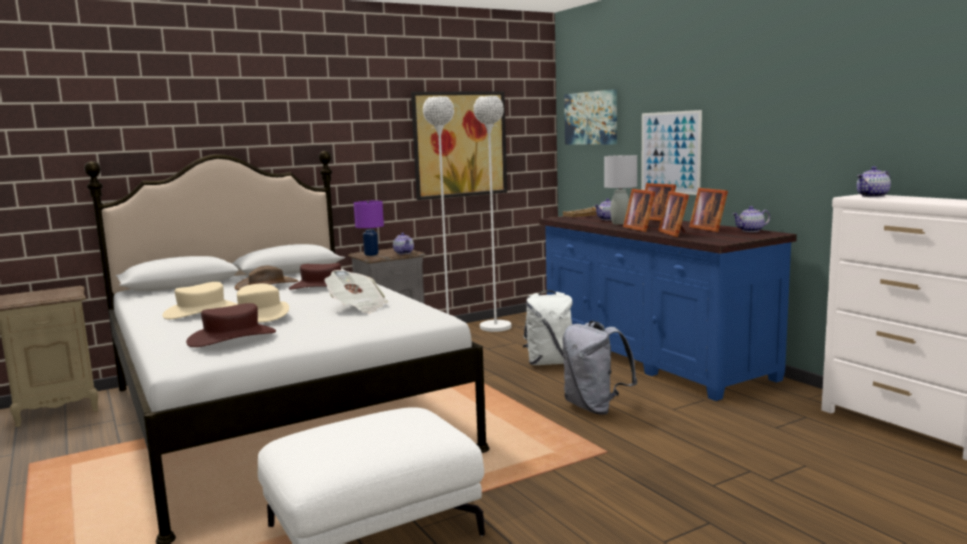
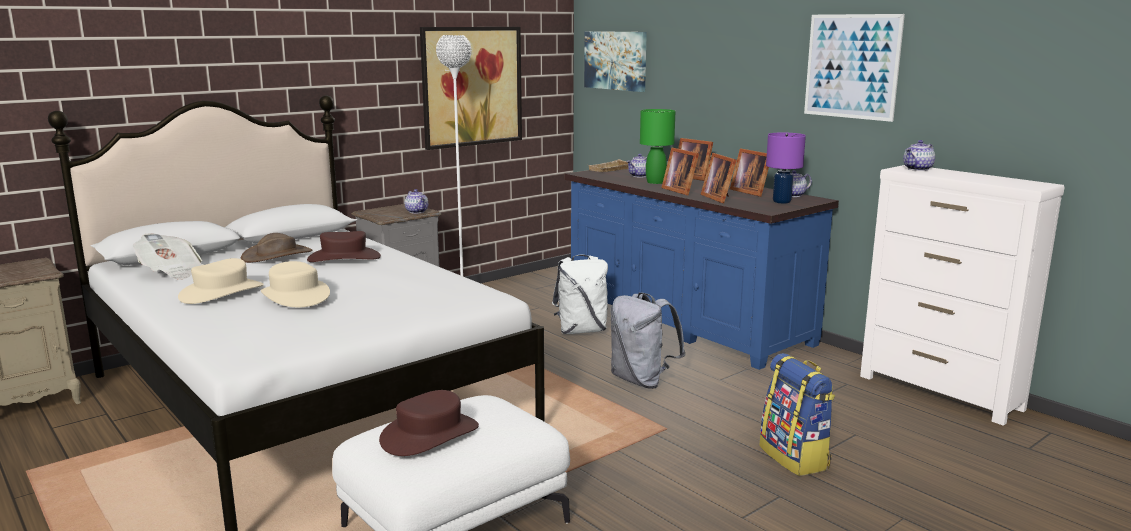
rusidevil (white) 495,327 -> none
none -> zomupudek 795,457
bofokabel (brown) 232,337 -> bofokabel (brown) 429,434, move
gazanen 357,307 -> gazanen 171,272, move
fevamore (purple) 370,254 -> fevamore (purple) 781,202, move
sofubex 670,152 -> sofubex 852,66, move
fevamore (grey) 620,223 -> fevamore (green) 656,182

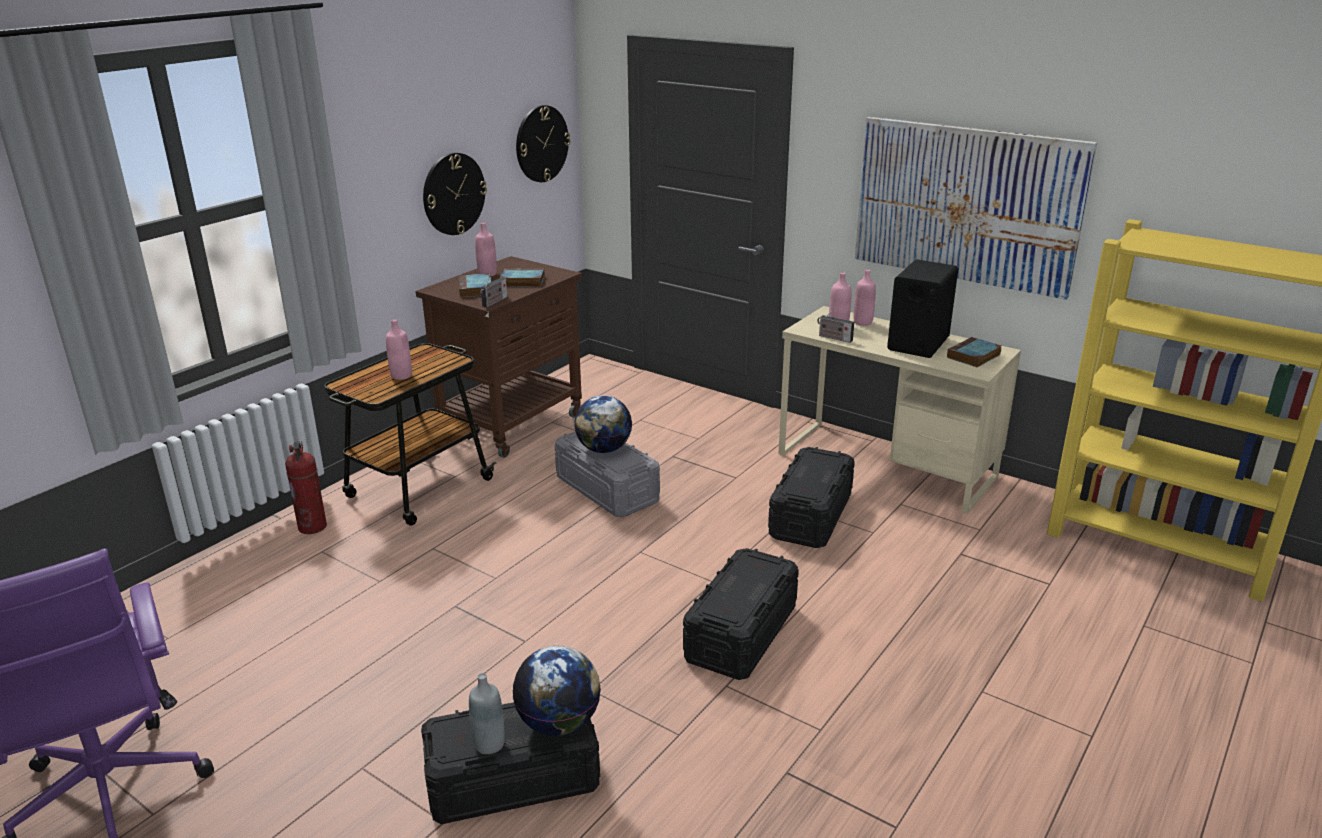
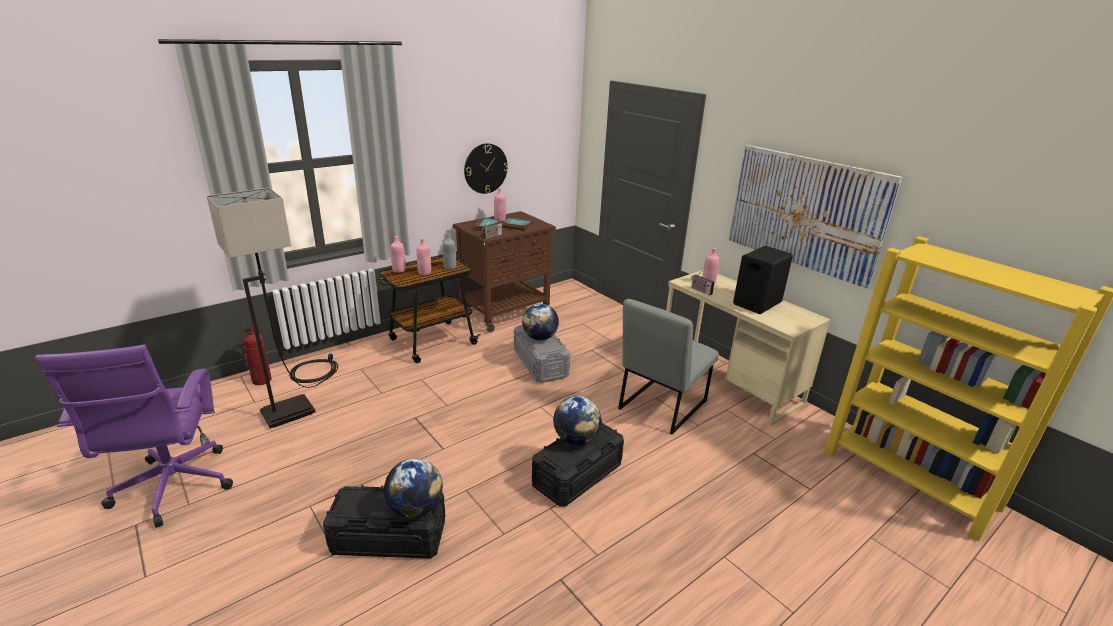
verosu 541,144 -> none
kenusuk 973,356 -> none
none -> rusidevil 304,389
none -> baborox 576,439
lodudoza 313,527 -> lodudoza 262,380, move
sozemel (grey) 489,744 -> sozemel (grey) 450,267, move
sozemel (pink) 862,322 -> sozemel (pink) 399,270, move
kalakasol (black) 810,516 -> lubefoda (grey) 661,405

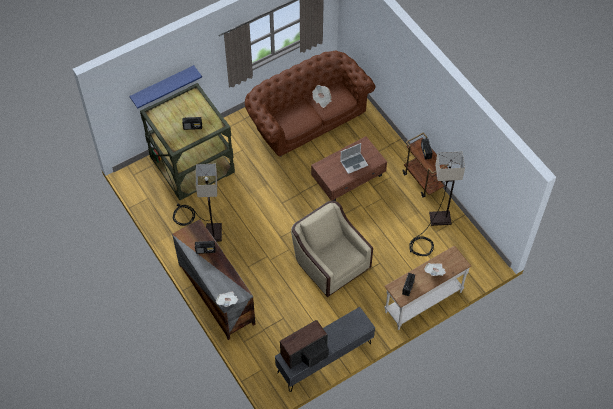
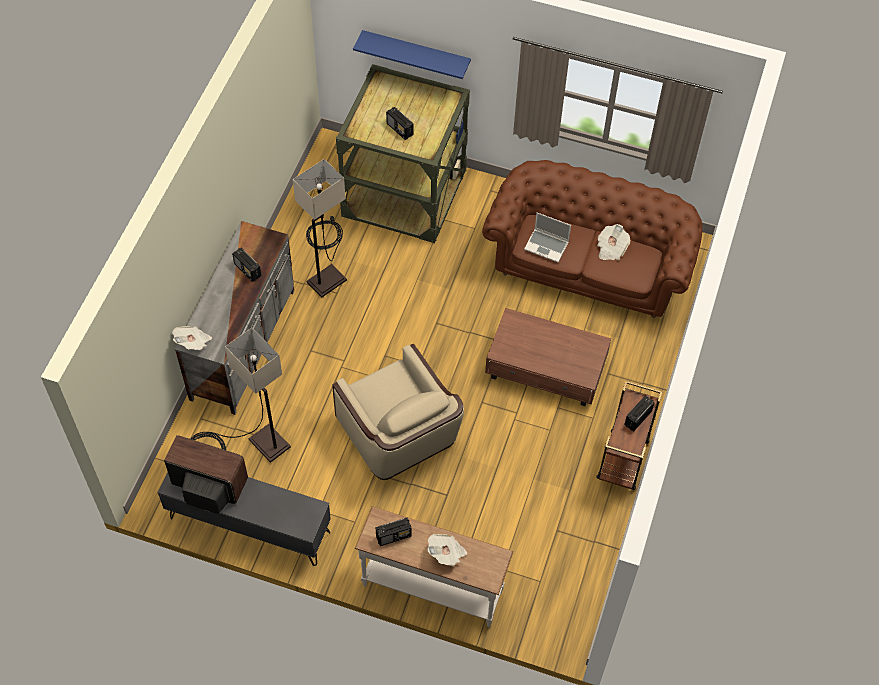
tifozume 354,163 -> tifozume 547,246, move
rusidevil 429,233 -> rusidevil 235,446, move
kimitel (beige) 330,260 -> kimitel (beige) 399,434, 135 degrees clockwise

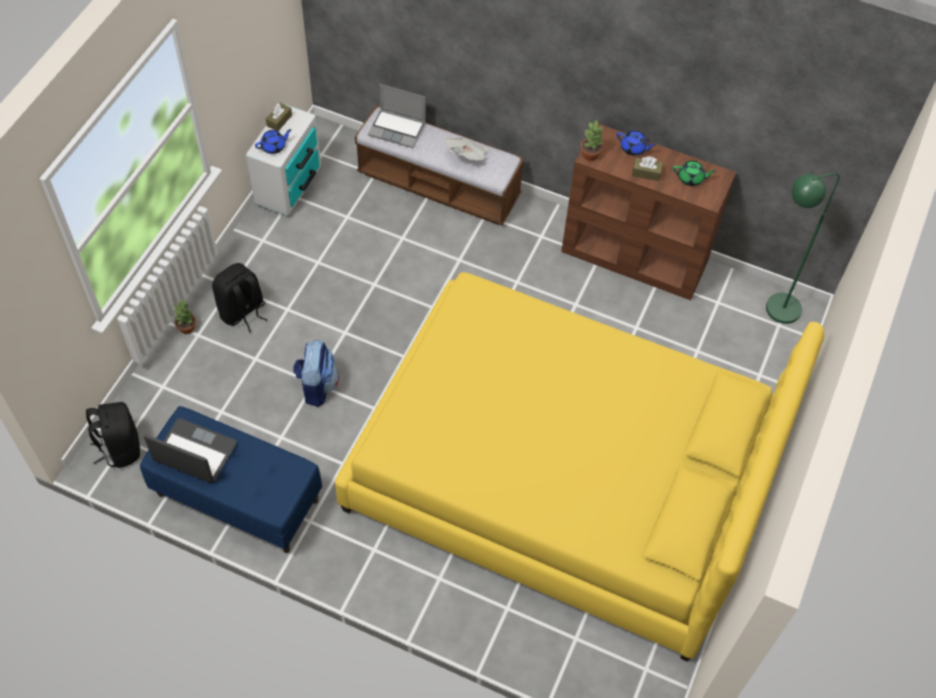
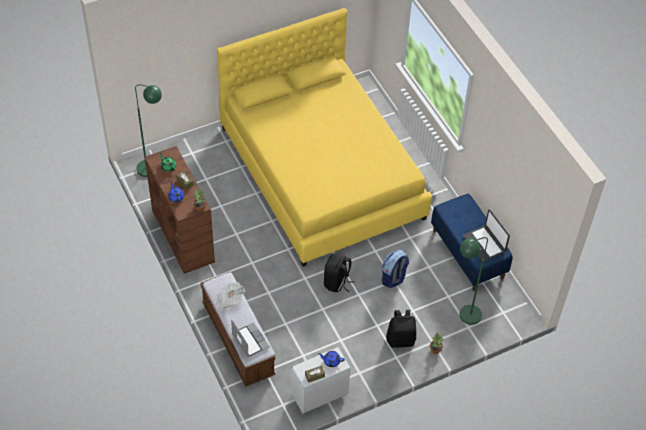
none -> rusidevil (green) 464,318
zomupudek (black) 120,447 -> zomupudek (black) 337,282, move

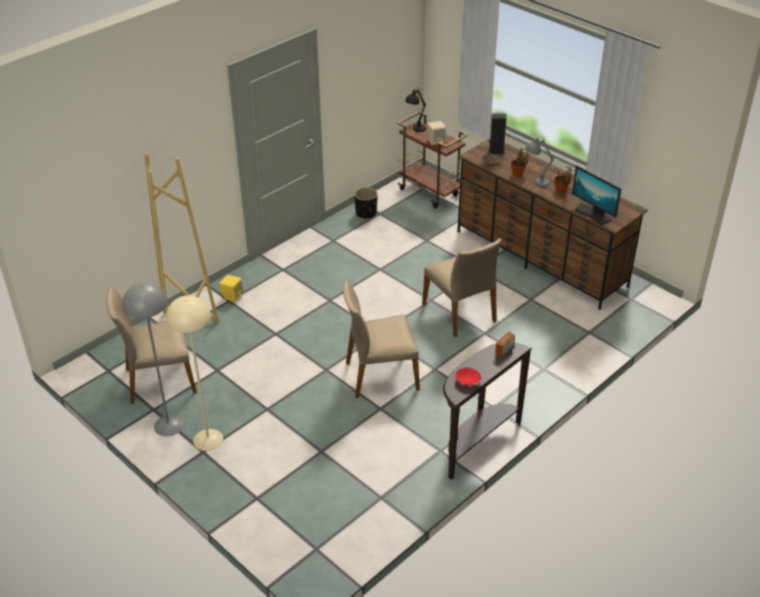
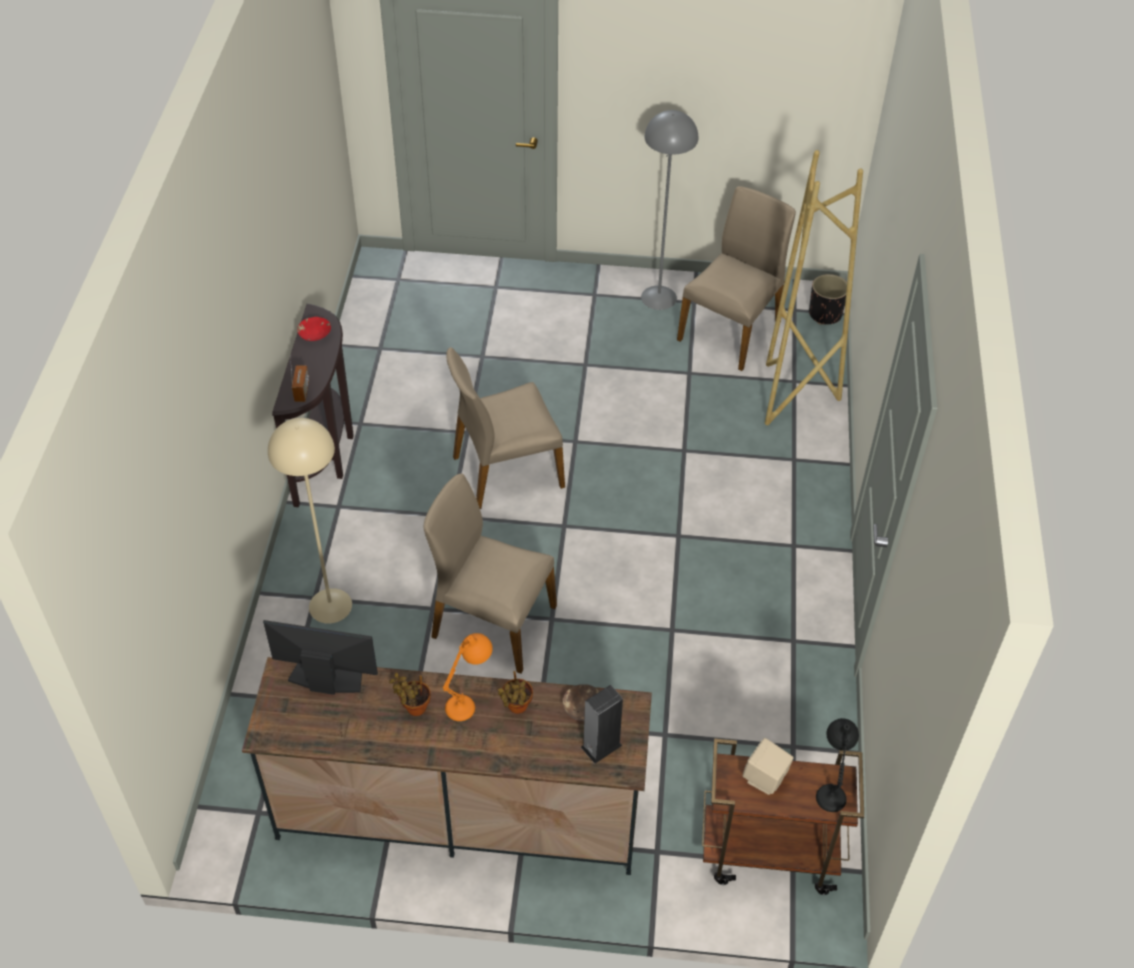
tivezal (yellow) 232,296 -> none
rusidevil (beige) 208,439 -> rusidevil (beige) 330,606, move
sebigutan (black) 366,213 -> sebigutan (black) 824,314, move
fevamore (grey) 535,183 -> fevamore (orange) 470,701
lubefoda (beige) 380,375 -> lubefoda (beige) 506,471, 150 degrees counterclockwise

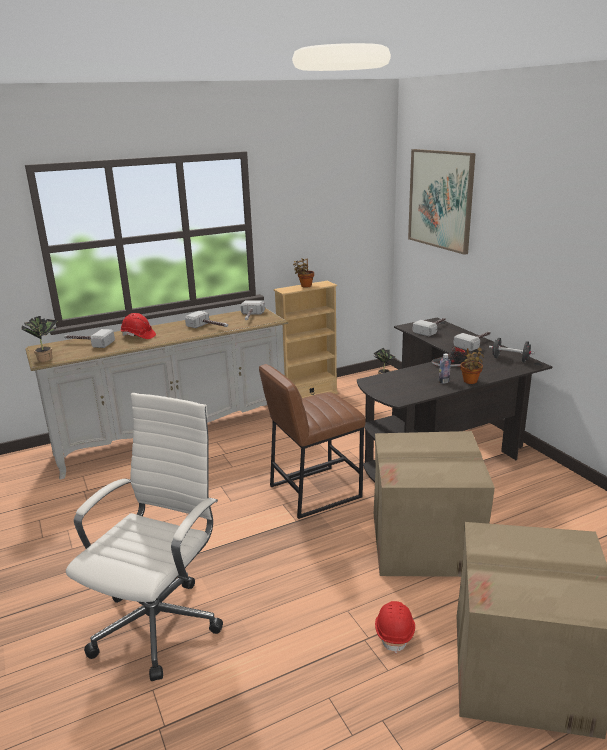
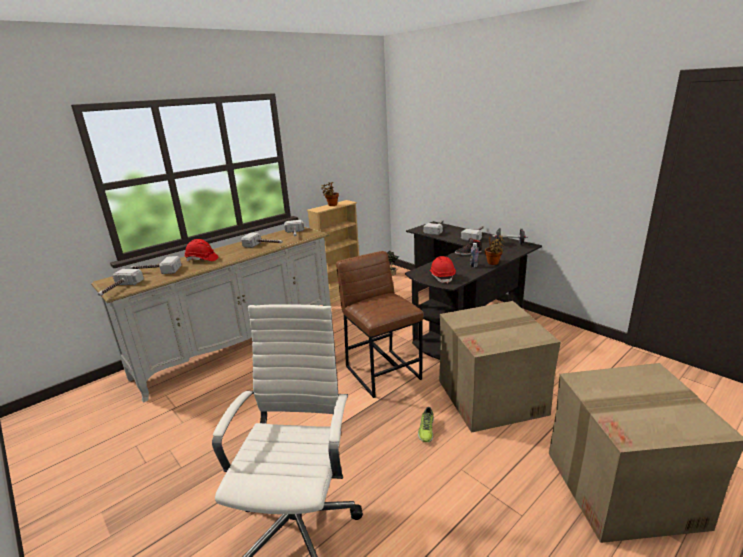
sofubex 440,199 -> none
none -> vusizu 426,430
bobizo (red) 395,632 -> bobizo (red) 442,277, move
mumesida 46,358 -> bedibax 118,289
lubefoda (brown) 313,492 -> lubefoda (brown) 382,372, 105 degrees clockwise

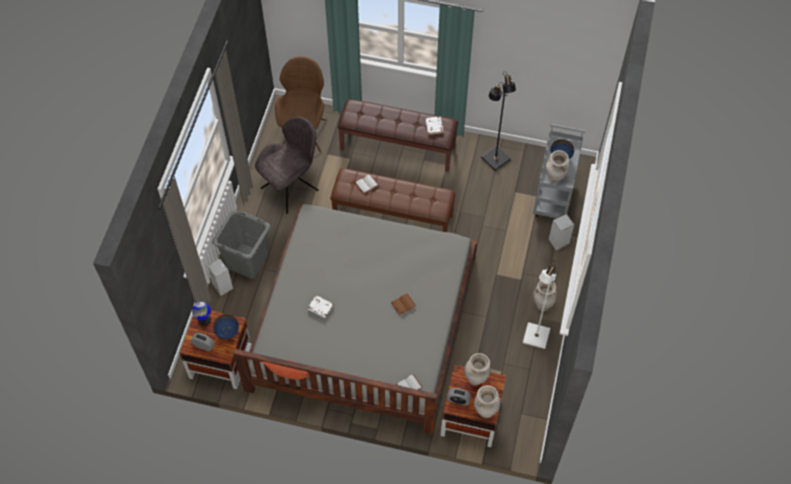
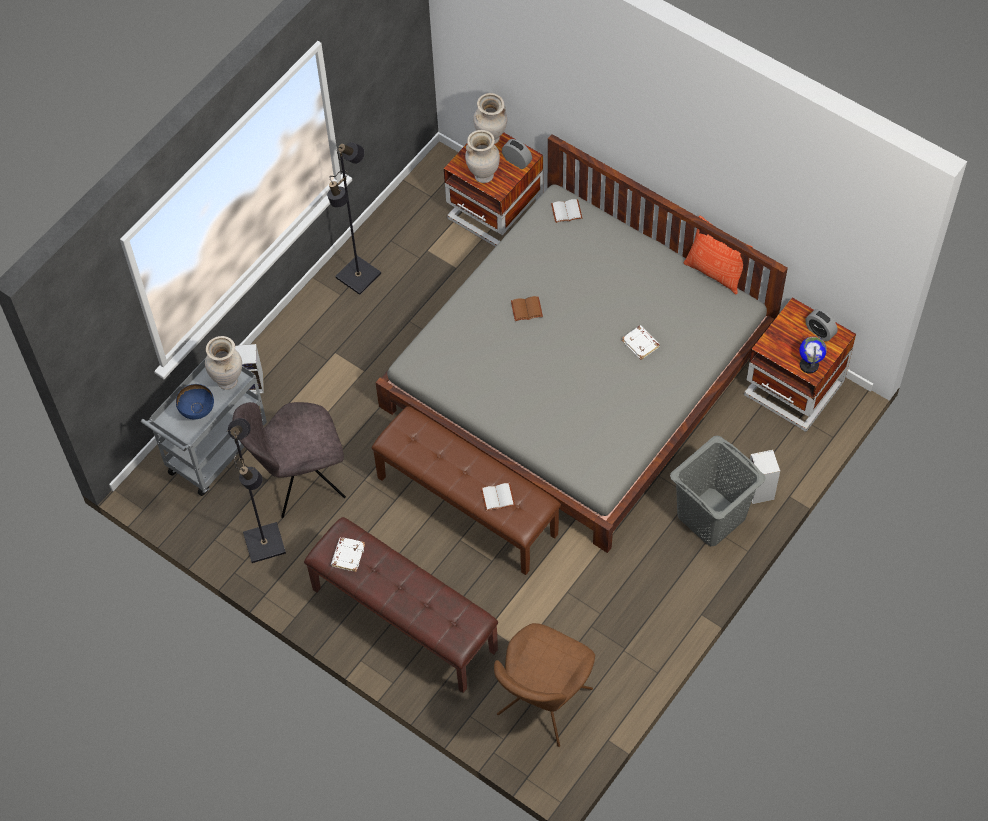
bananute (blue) 227,332 -> none
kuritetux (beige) 542,305 -> none
lubefoda (grey) 291,188 -> lubefoda (grey) 300,481, move
rusidevil (white) 536,336 -> rusidevil (black) 358,276

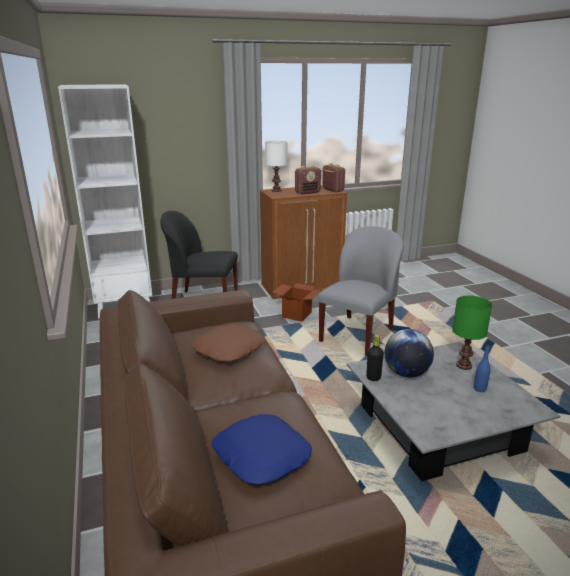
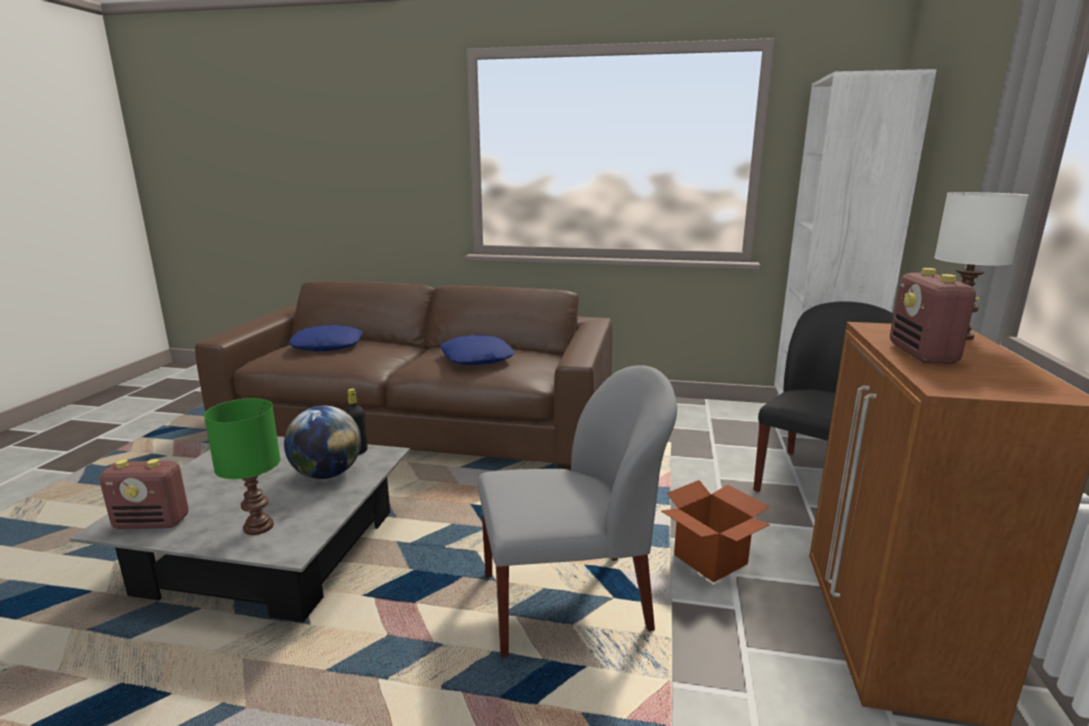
sozemel (blue) 479,389 -> none
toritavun 332,190 -> toritavun 153,522, move
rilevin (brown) 229,349 -> rilevin (blue) 477,358
lubefoda (grey) 358,335 -> lubefoda (grey) 569,601, 75 degrees counterclockwise

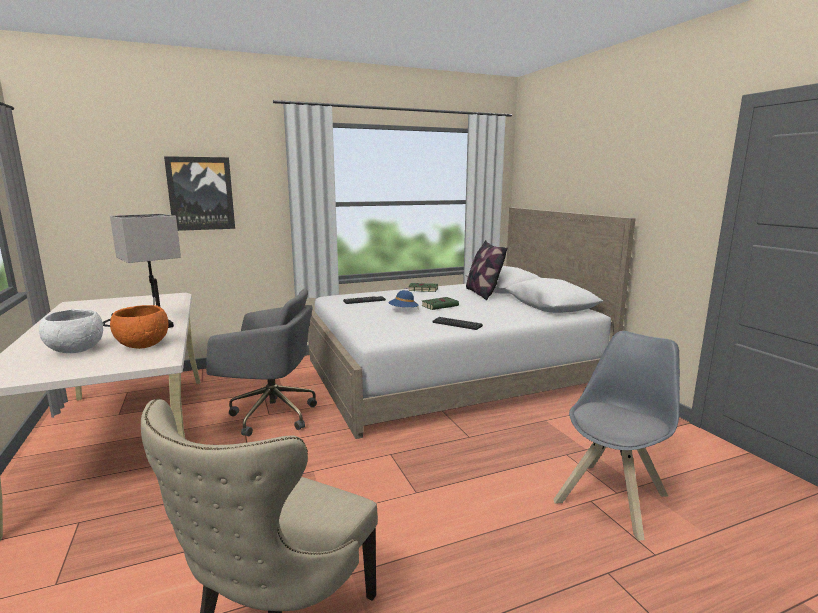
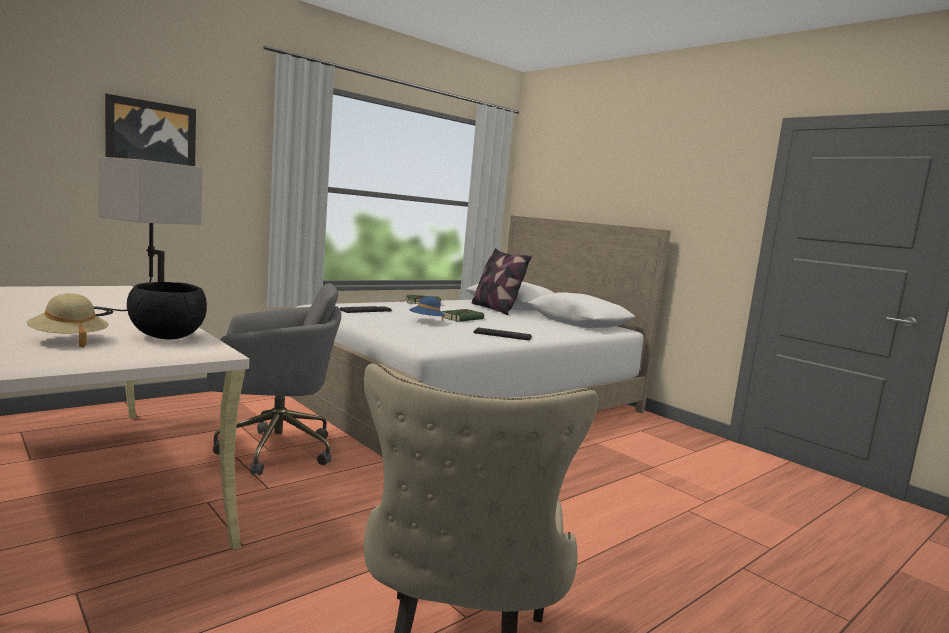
lubefoda (grey) 612,496 -> none
bananute (white) 76,351 -> bofokabel (beige) 68,340
bananute (orange) 142,346 -> bananute (black) 167,337

